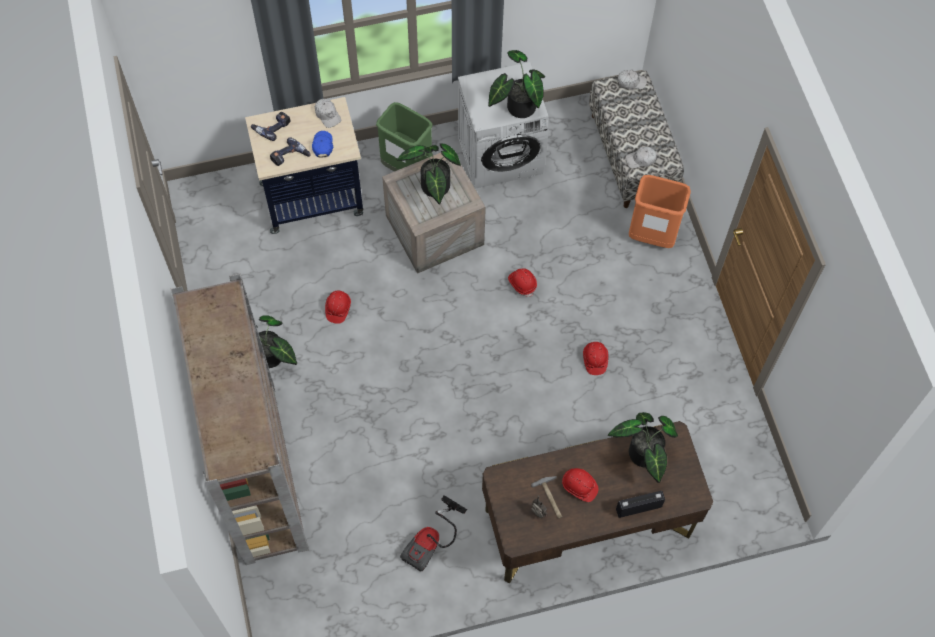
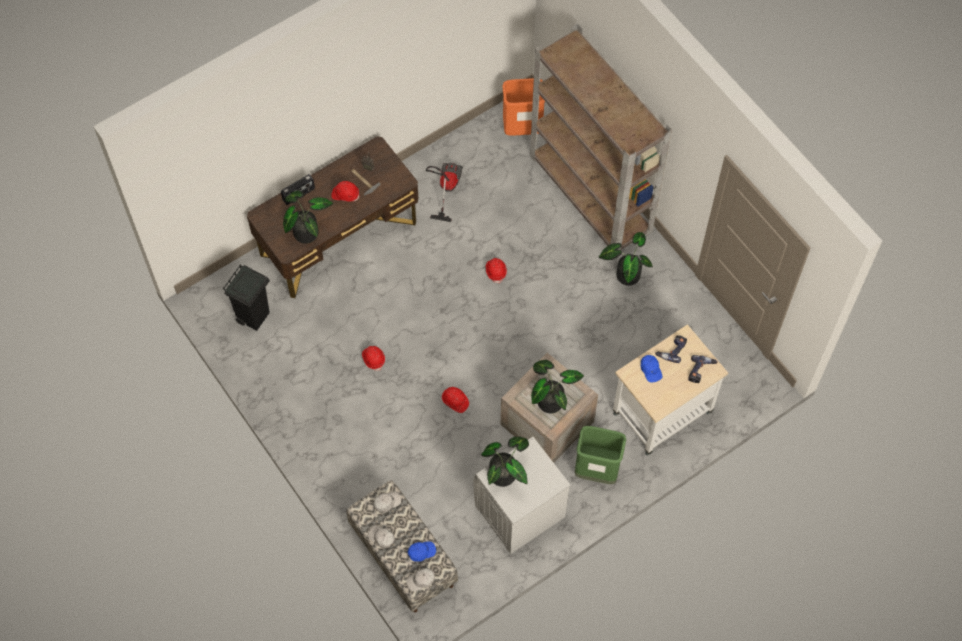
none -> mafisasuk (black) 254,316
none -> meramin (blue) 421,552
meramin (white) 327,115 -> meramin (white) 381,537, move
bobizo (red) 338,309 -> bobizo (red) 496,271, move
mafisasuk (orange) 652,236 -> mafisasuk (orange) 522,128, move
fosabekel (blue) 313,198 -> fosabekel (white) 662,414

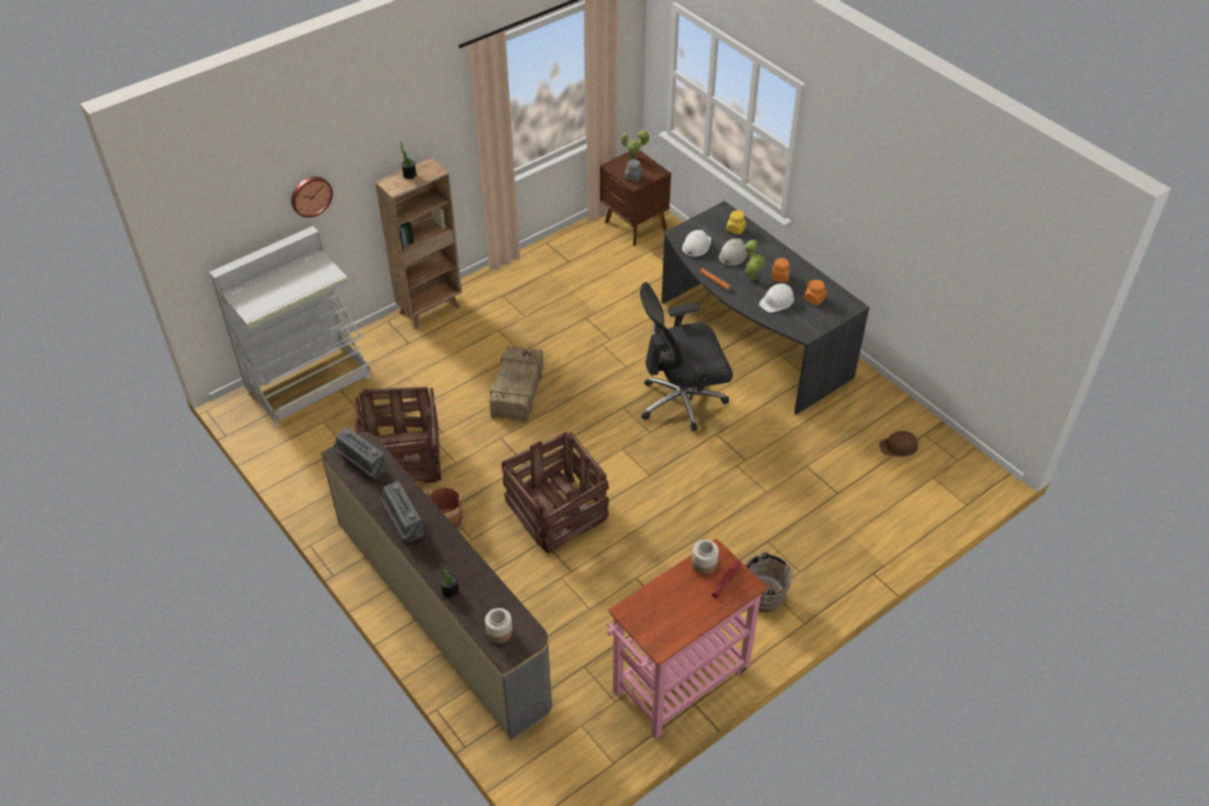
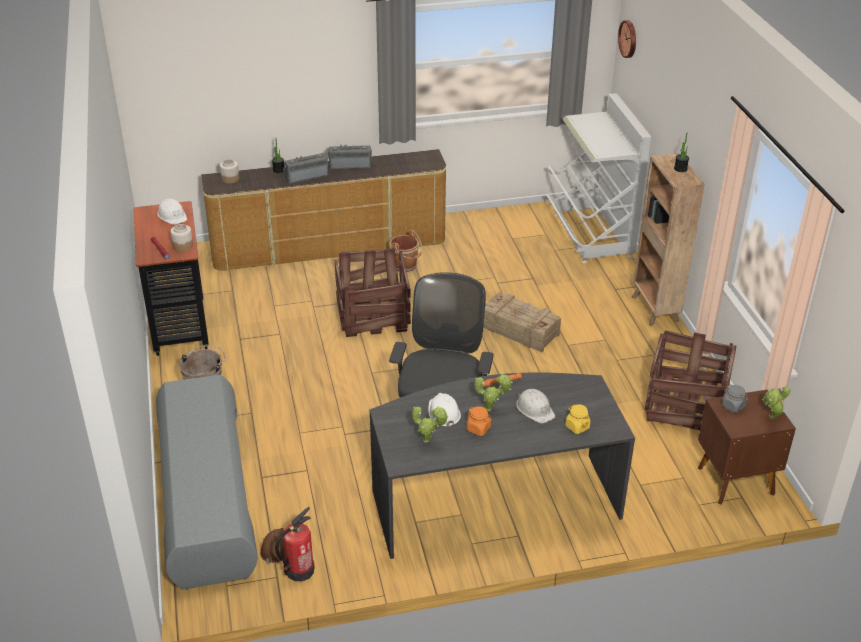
none -> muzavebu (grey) 205,495
none -> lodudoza 299,570
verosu 310,195 -> verosu 629,39, move
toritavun 360,464 -> toritavun 306,176, move
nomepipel 400,458 -> nomepipel 685,404, move
bobizo (white) 696,246 -> bobizo (white) 172,215, move
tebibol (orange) 814,299 -> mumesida 428,440
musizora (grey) 442,611 -> musizora (brown) 329,247
fosabekel (pink) 678,682 -> fosabekel (black) 179,325

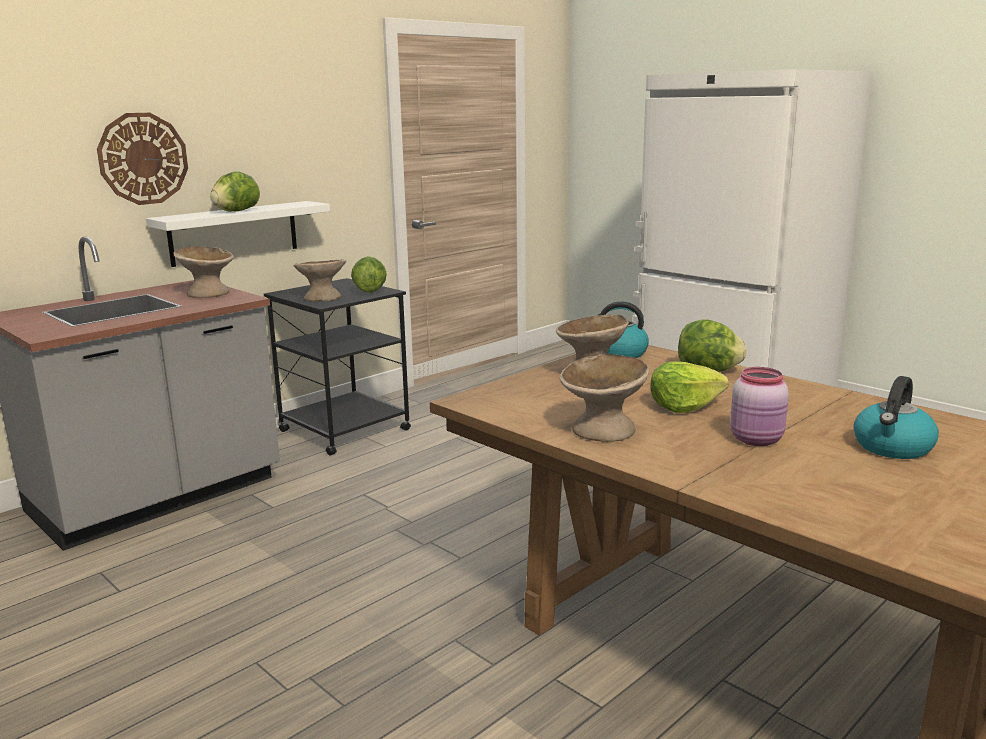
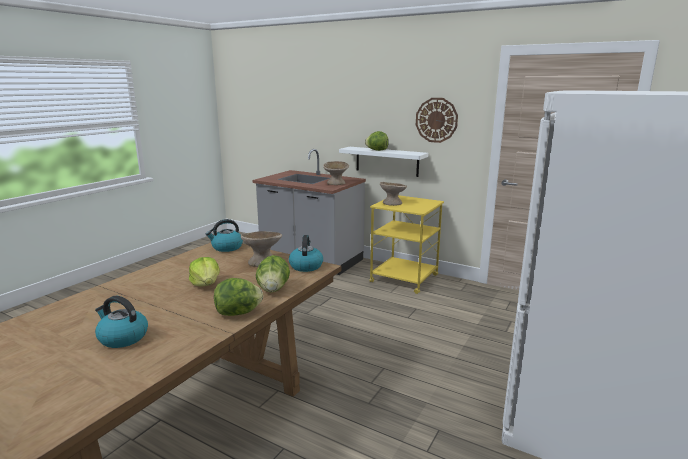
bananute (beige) 603,430 -> none
tebibol (pink) 757,440 -> none
none -> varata 226,247
verosu 143,159 -> verosu 436,120, move
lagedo 369,291 -> lagedo 239,313, move
fosabekel (black) 346,429 -> fosabekel (yellow) 405,279

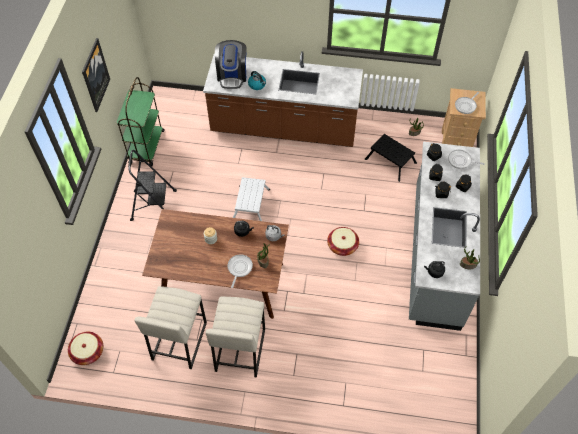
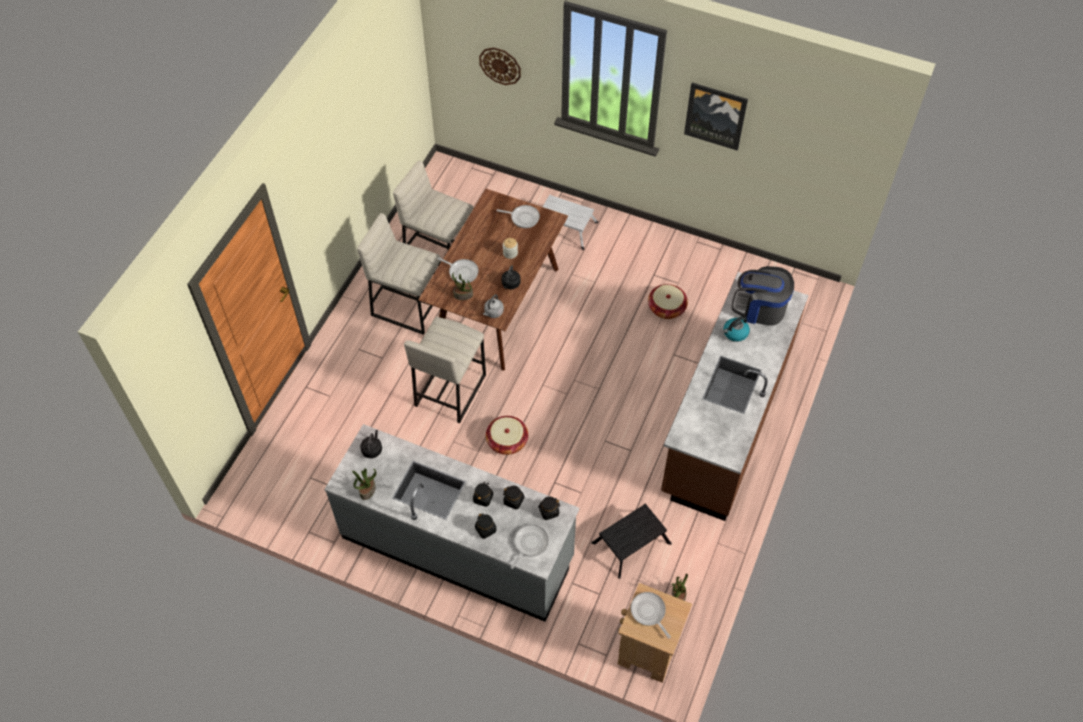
fosabekel (green) 146,148 -> none
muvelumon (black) 152,204 -> none
none -> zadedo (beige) 450,390
none -> verosu 500,65
none -> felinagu 523,217
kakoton 88,352 -> kakoton 666,308, move
muvelumon (white) 251,204 -> muvelumon (white) 565,227, move

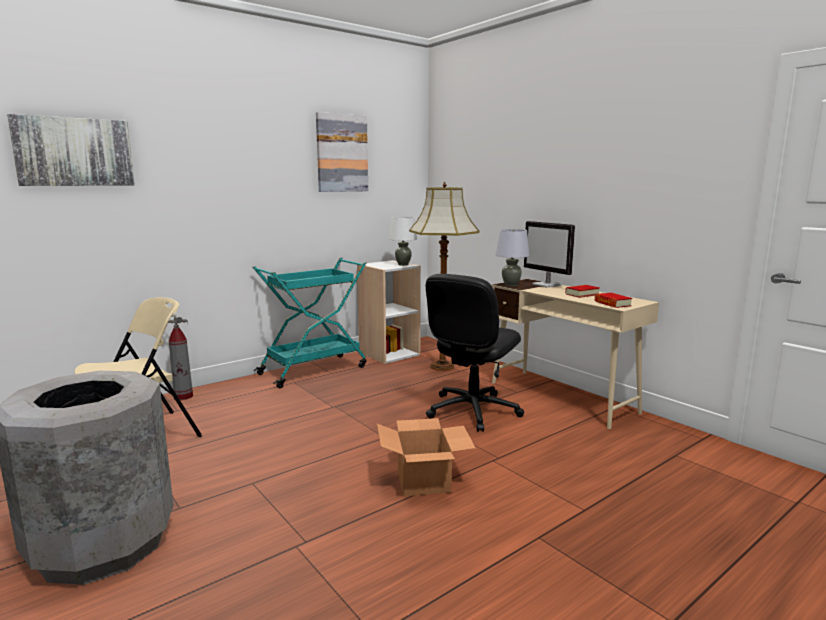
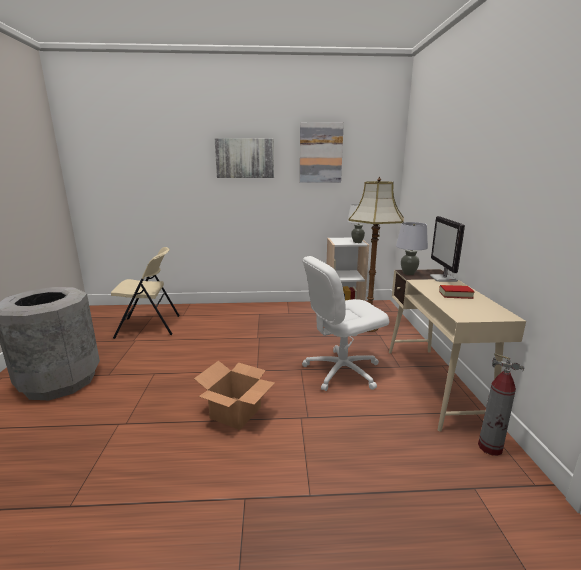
fosabekel (turquoise) 313,370 -> none
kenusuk 612,304 -> none
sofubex 74,152 -> sofubex 245,158, move
lodudoza 183,396 -> lodudoza 490,447, move
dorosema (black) 472,410 -> dorosema (white) 341,371

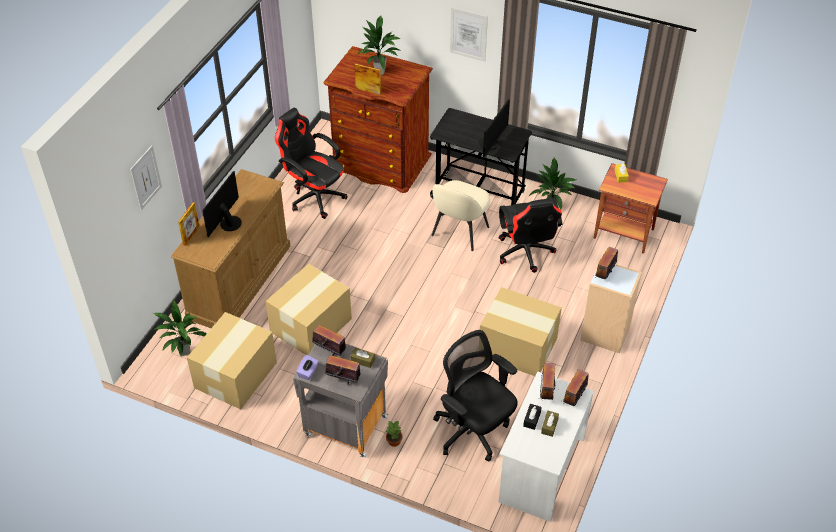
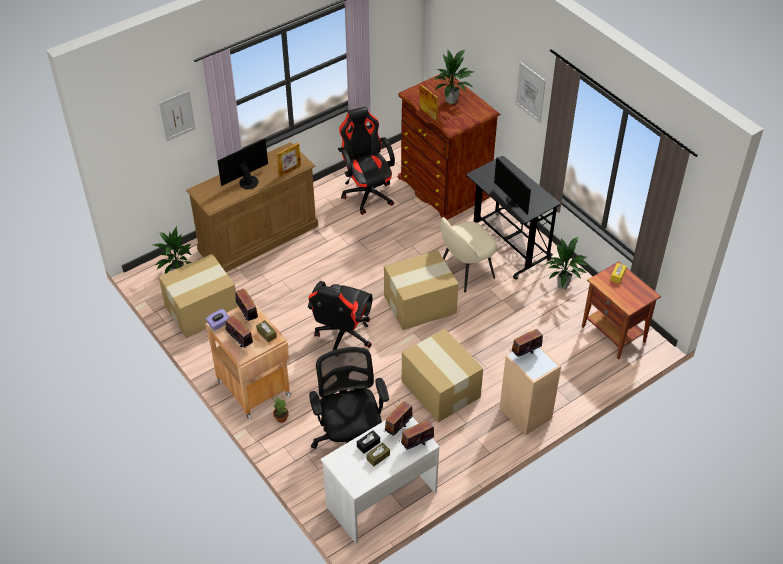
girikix 191,235 -> girikix 289,170, move
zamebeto 310,325 -> zamebeto 419,304, move
dorosema (black) 525,255 -> dorosema (black) 342,338, move
fosabekel (grey) 344,425 -> fosabekel (brown) 253,387
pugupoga 490,144 -> pugupoga 514,201, 90 degrees clockwise

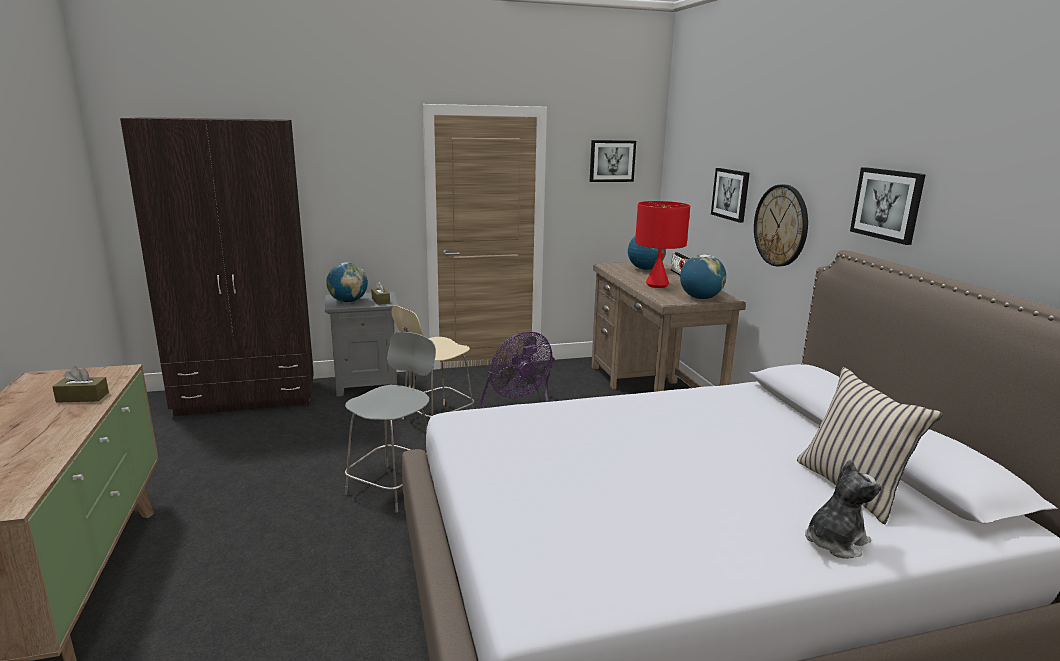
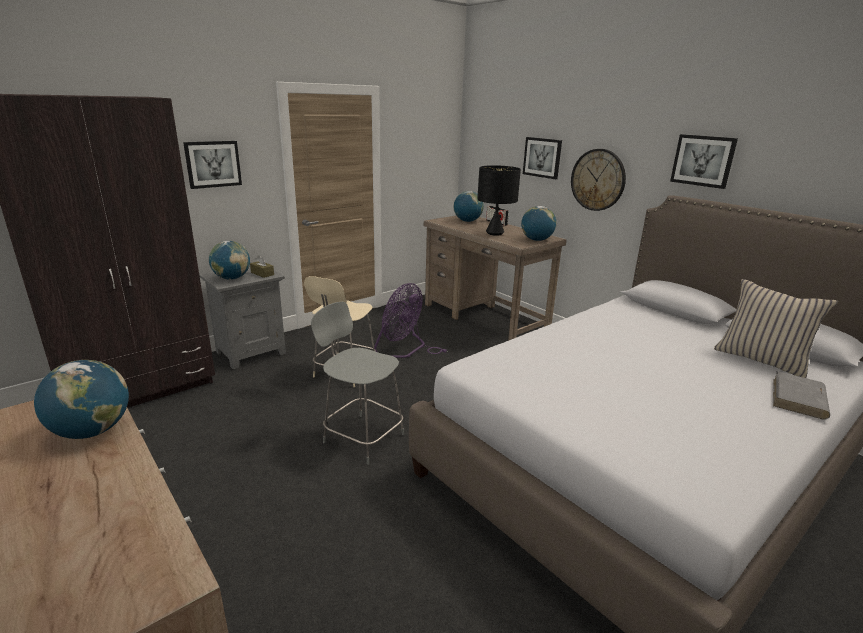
sofubex 612,161 -> sofubex 213,164, move
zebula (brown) 82,397 -> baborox 92,431
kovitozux 834,541 -> kenusuk (grey) 798,399
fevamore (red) 657,285 -> fevamore (black) 494,233
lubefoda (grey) 394,486 -> lubefoda (grey) 361,437, 60 degrees counterclockwise

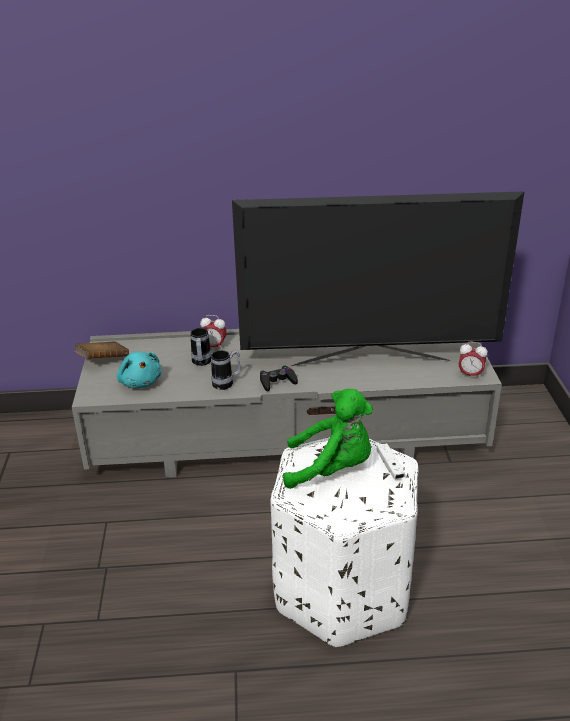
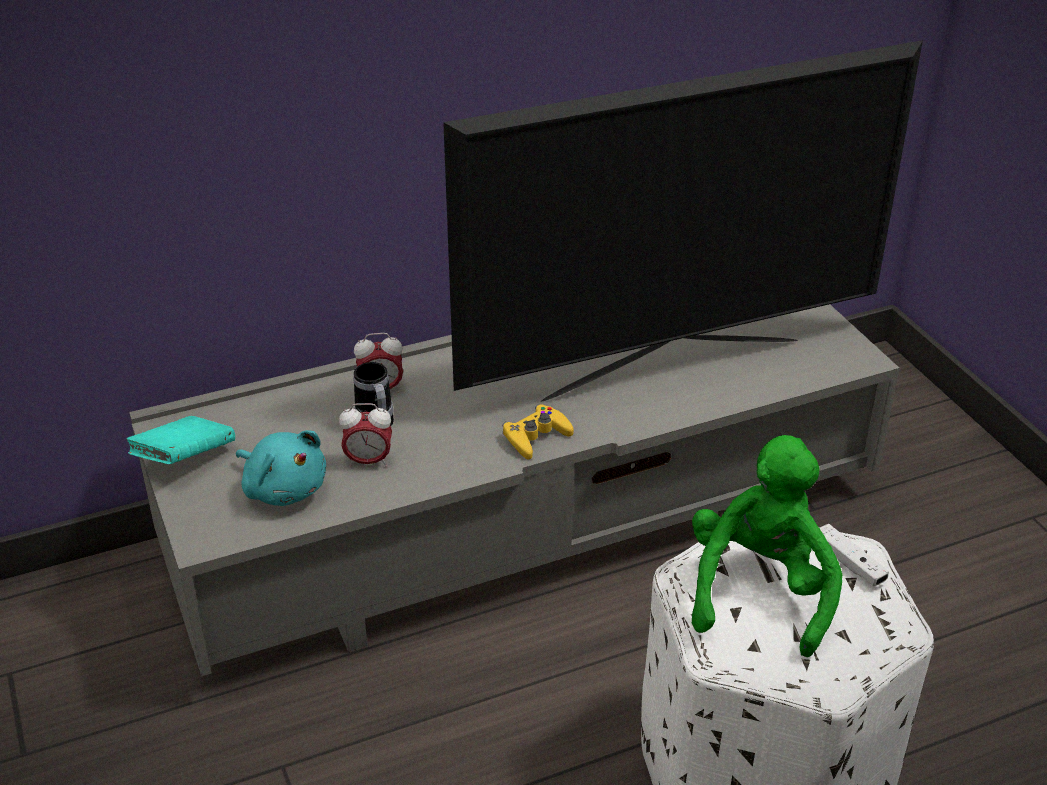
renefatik 227,383 -> none
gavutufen 470,375 -> gavutufen 368,461, move
kenusuk (brown) 103,361 -> kenusuk (turquoise) 184,459
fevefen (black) 277,381 -> fevefen (yellow) 536,437
kovitozux (green) 332,469 -> kovitozux (green) 760,591, 60 degrees counterclockwise

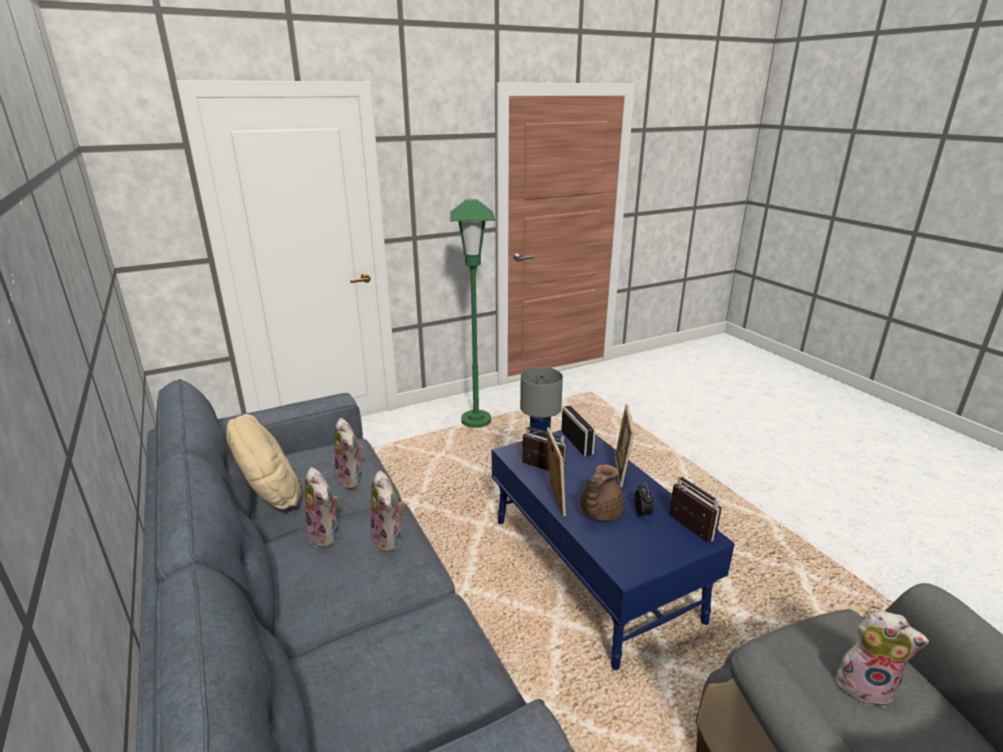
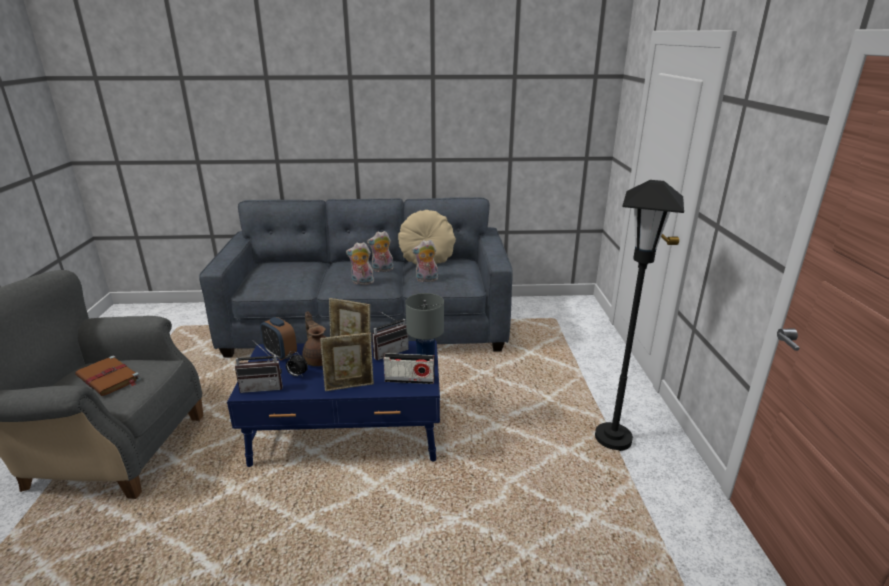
none -> gavutufen 280,354
kovitozux 865,686 -> kenusuk (brown) 109,378
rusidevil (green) 476,421 -> rusidevil (black) 612,438
girikix 620,471 -> girikix 349,386, 135 degrees clockwise

